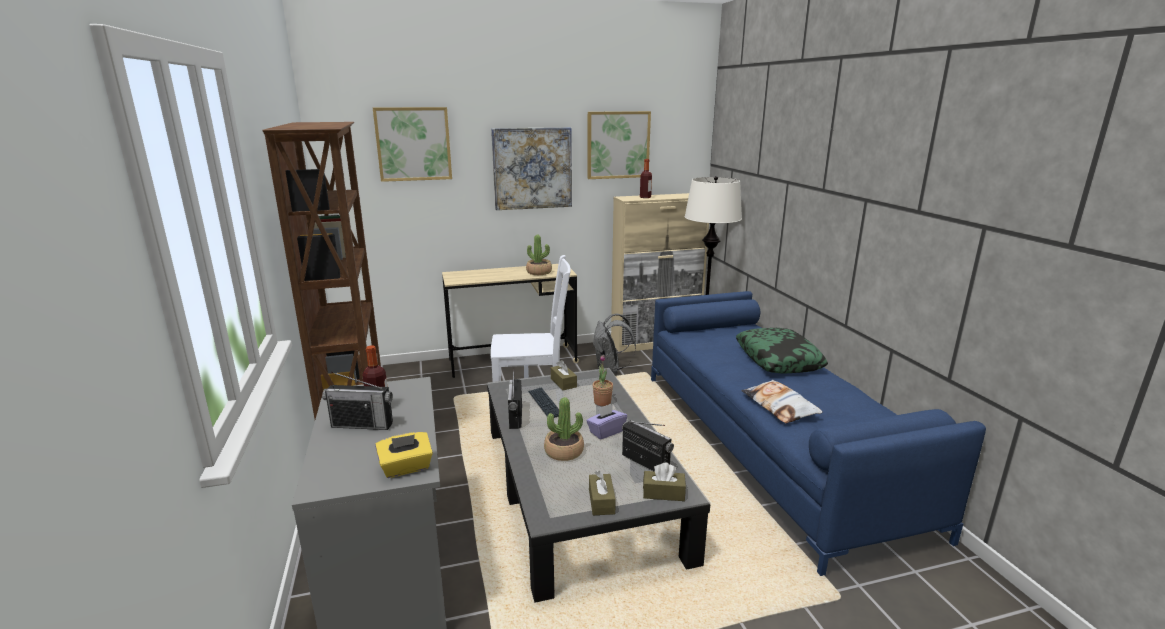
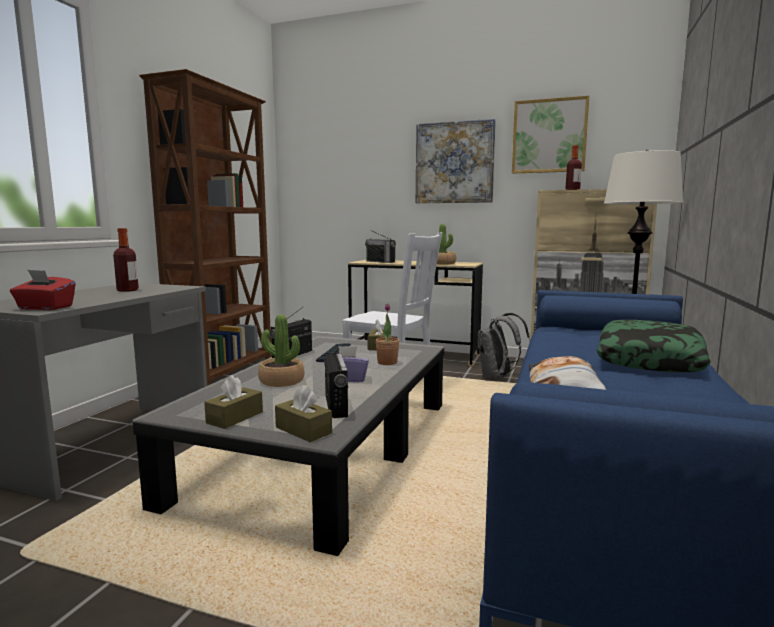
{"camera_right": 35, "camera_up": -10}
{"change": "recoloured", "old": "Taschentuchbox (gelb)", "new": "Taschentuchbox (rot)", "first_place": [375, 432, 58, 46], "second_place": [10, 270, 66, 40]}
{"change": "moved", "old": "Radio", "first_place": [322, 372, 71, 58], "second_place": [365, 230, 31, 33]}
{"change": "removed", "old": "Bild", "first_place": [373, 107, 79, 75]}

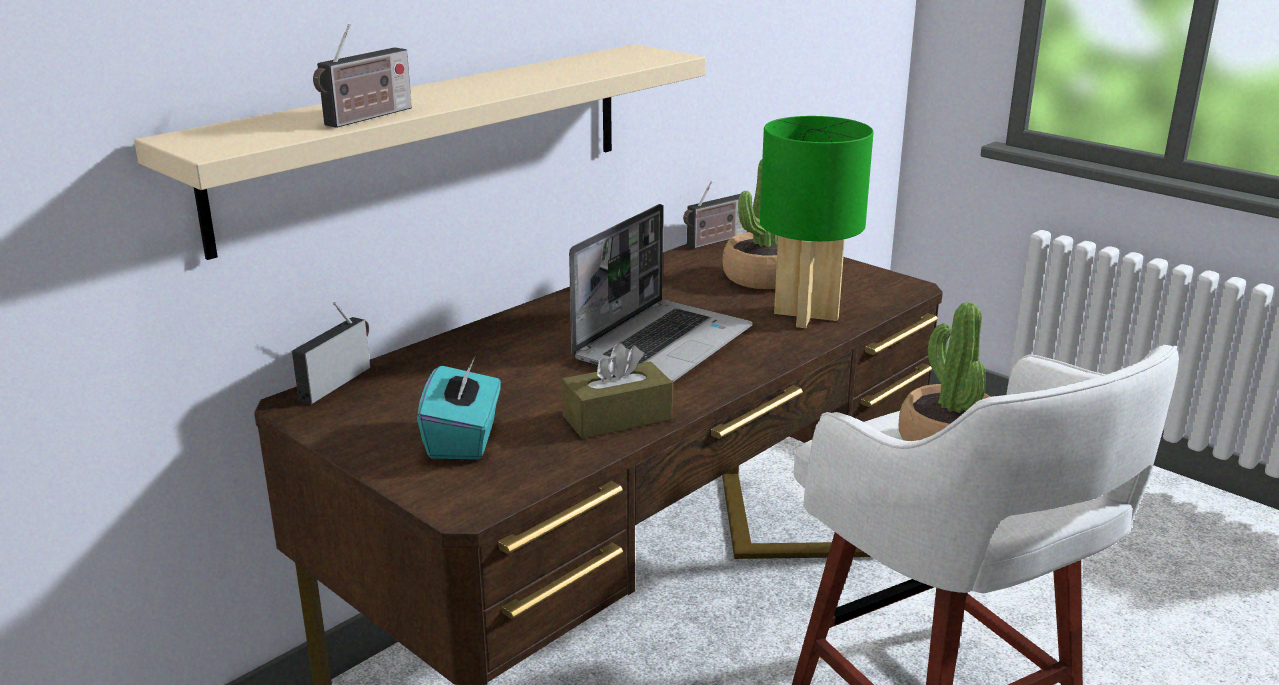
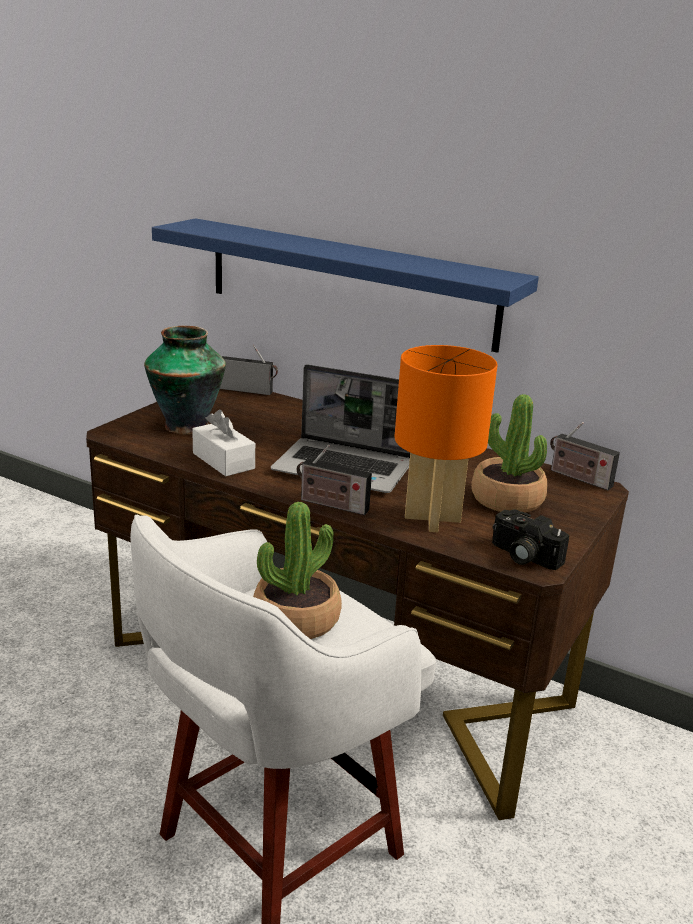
{"camera_right": 75, "camera_up": 0}
{"change": "replaced", "old": "Taschentuchbox (türkis)", "new": "Vase", "first_place": [417, 357, 84, 102], "second_place": [144, 326, 82, 108]}
{"change": "recoloured", "old": "Wandregal (beige)", "new": "Wandregal (blau)", "first_place": [134, 44, 571, 216], "second_place": [152, 218, 387, 135]}
{"change": "recoloured", "old": "Taschentuchbox (braun)", "new": "Taschentuchbox (weiß)", "first_place": [562, 343, 111, 96], "second_place": [192, 410, 63, 66]}
{"change": "moved", "old": "Radio", "first_place": [313, 24, 99, 104], "second_place": [297, 445, 75, 70]}
{"change": "recoloured", "old": "Tischlampe (grün)", "new": "Tischlampe (orange)", "first_place": [760, 116, 114, 212], "second_place": [394, 345, 103, 187]}
{"change": "added", "new": "Kamera", "second_place": [492, 509, 77, 61]}

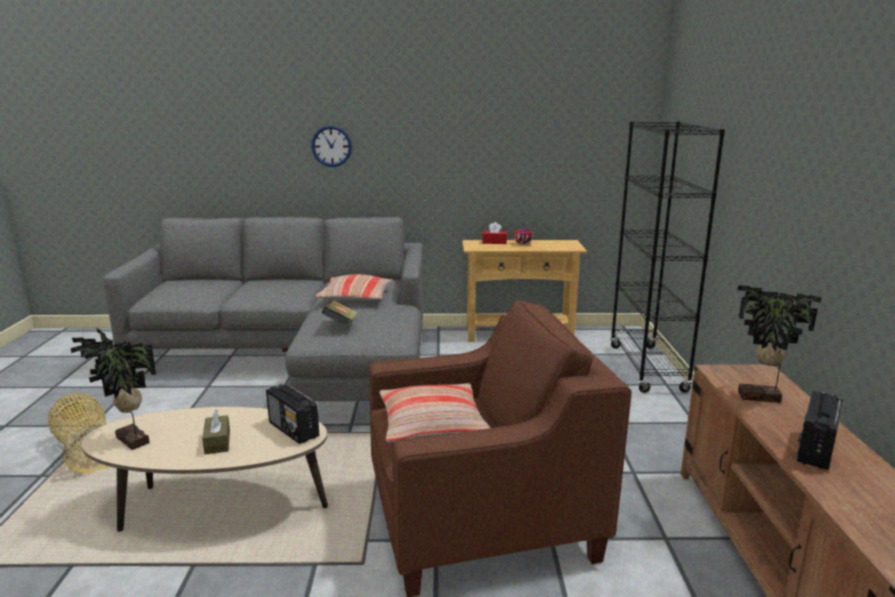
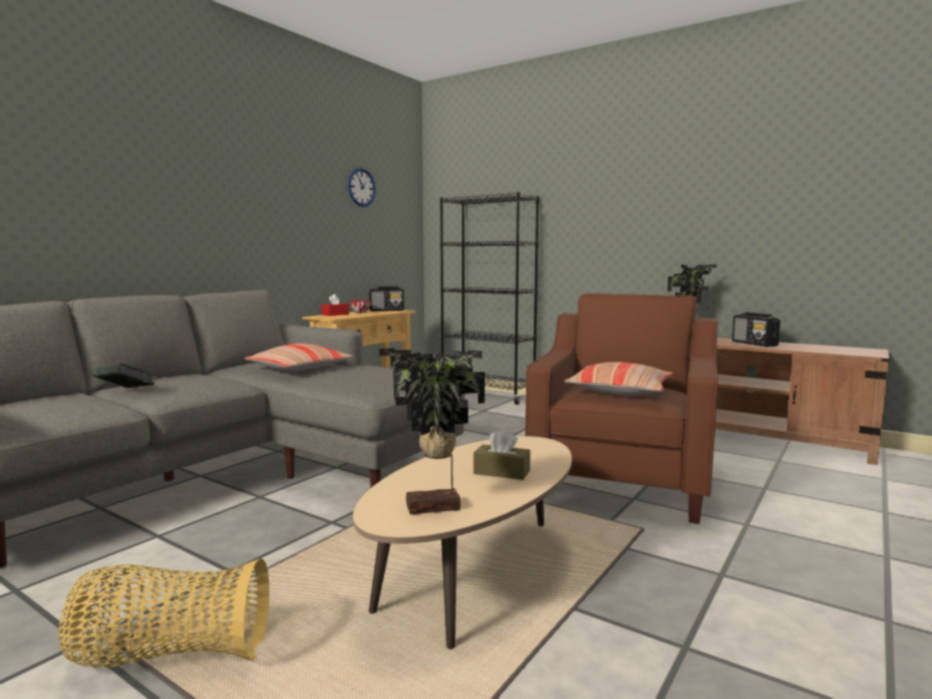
{"camera_right": -55, "camera_up": -10}
{"change": "moved", "old": "Buch", "first_place": [322, 300, 36, 27], "second_place": [92, 363, 66, 25]}
{"change": "moved", "old": "Wanduhr", "first_place": [311, 126, 41, 41], "second_place": [348, 168, 28, 39]}
{"change": "moved", "old": "Radio", "first_place": [266, 384, 53, 60], "second_place": [369, 286, 35, 25]}

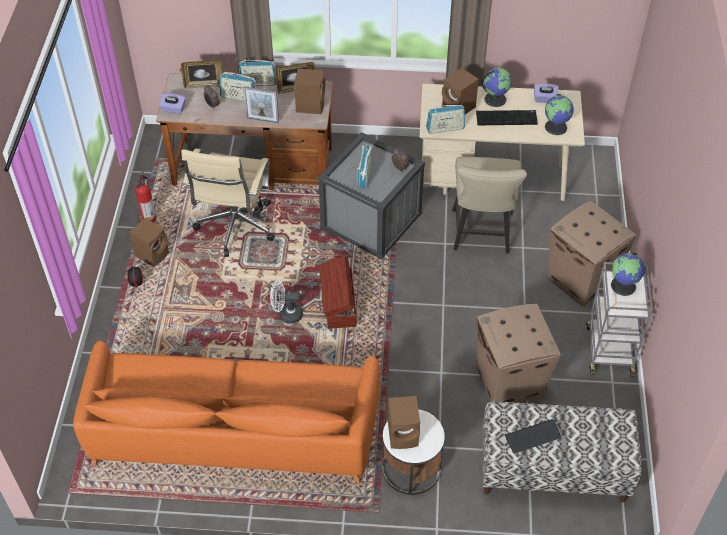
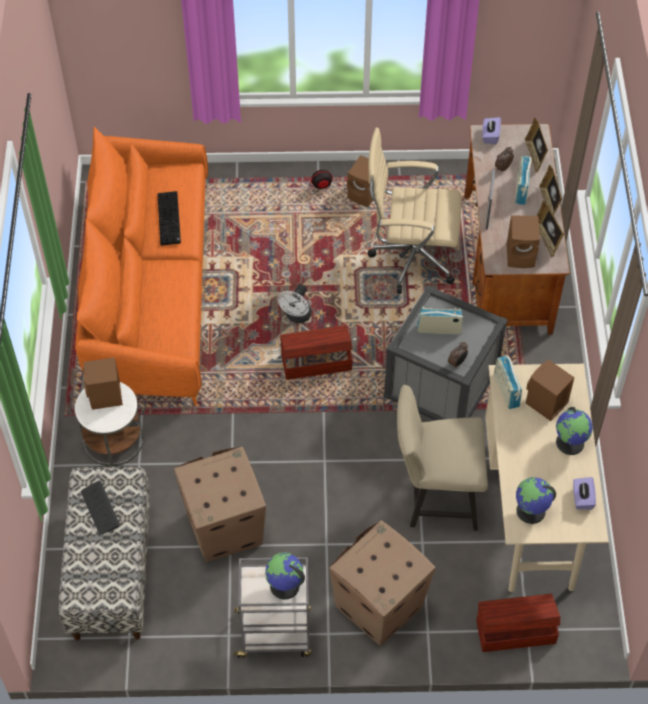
{"camera_right": 85, "camera_up": 5}
{"change": "moved", "old": "Tastatur", "first_place": [476, 110, 62, 15], "second_place": [158, 191, 23, 55]}
{"change": "turned", "old": "Ventilator (weiß)", "first_place": [270, 281, 33, 43], "second_place": [277, 284, 34, 39], "degrees": -150}
{"change": "added", "new": "Aufbewahrungsbox (braun)", "second_place": [476, 594, 84, 58]}
{"change": "replaced", "old": "Radio", "new": "Bilderrahmen", "first_place": [239, 60, 37, 26], "second_place": [539, 165, 23, 50]}
{"change": "removed", "old": "Feuerlöscher", "first_place": [135, 172, 21, 51]}

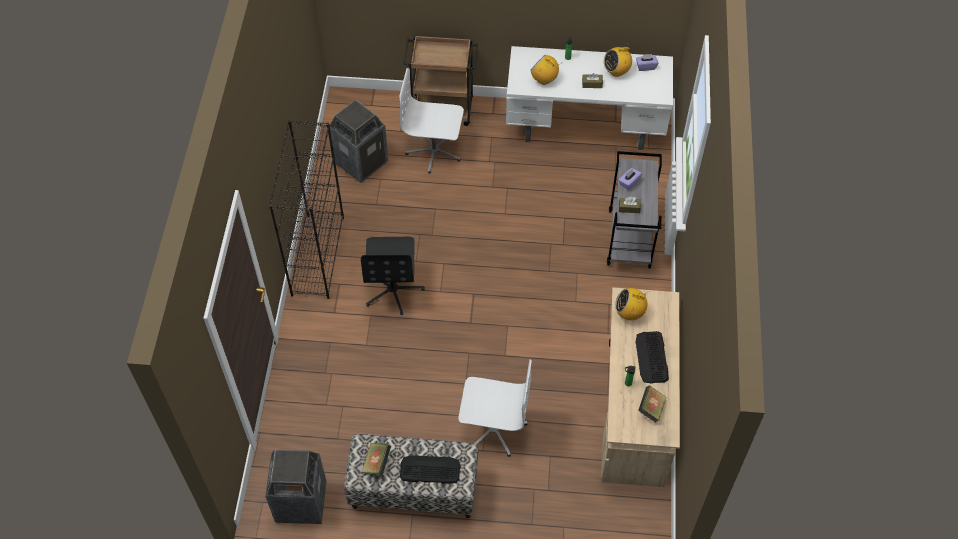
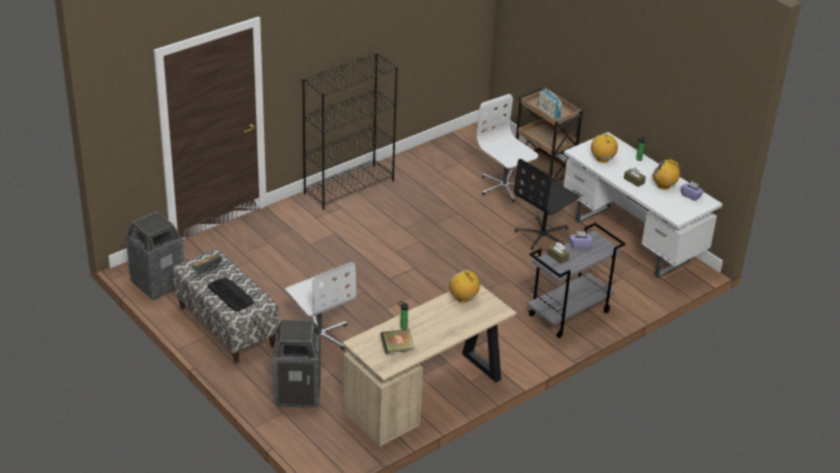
{"camera_right": 45, "camera_up": -20}
{"change": "moved", "old": "Mülleimer", "first_place": [330, 100, 58, 83], "second_place": [273, 320, 48, 88]}
{"change": "moved", "old": "Bürostuhl (schwarz)", "first_place": [361, 237, 64, 78], "second_place": [514, 159, 66, 91]}
{"change": "added", "new": "Radio", "second_place": [537, 88, 25, 31]}
{"change": "removed", "old": "Tastatur", "first_place": [635, 331, 34, 53]}

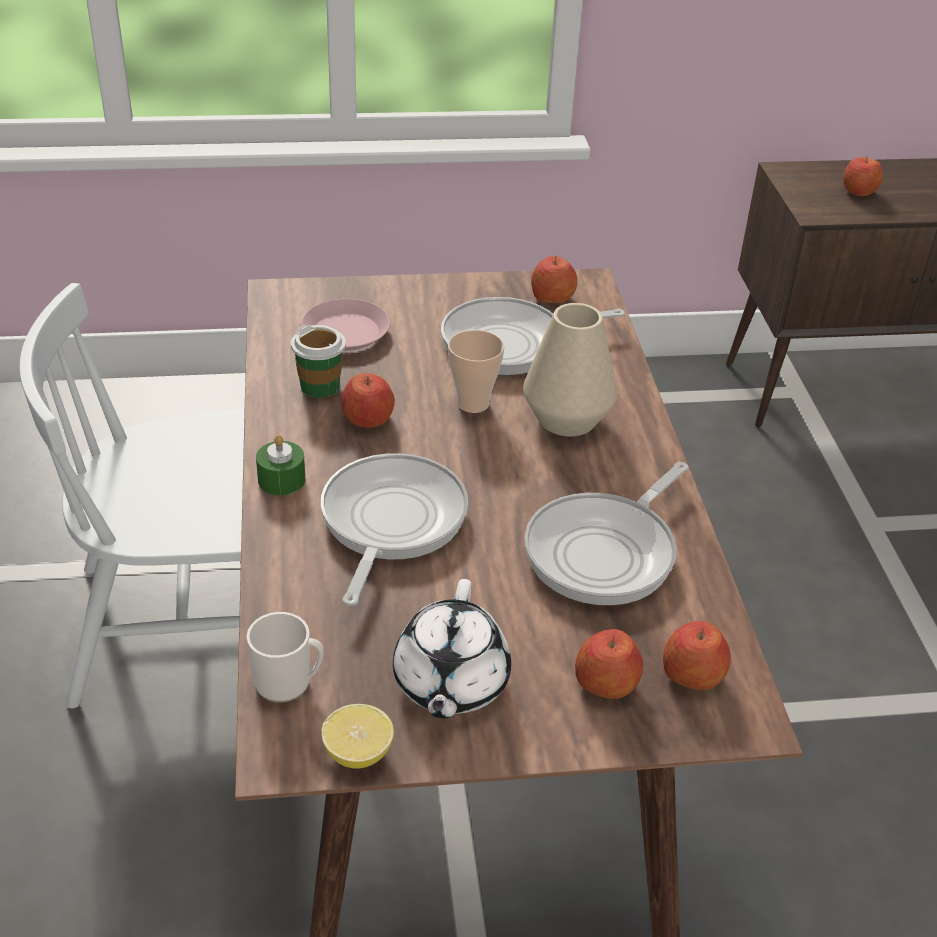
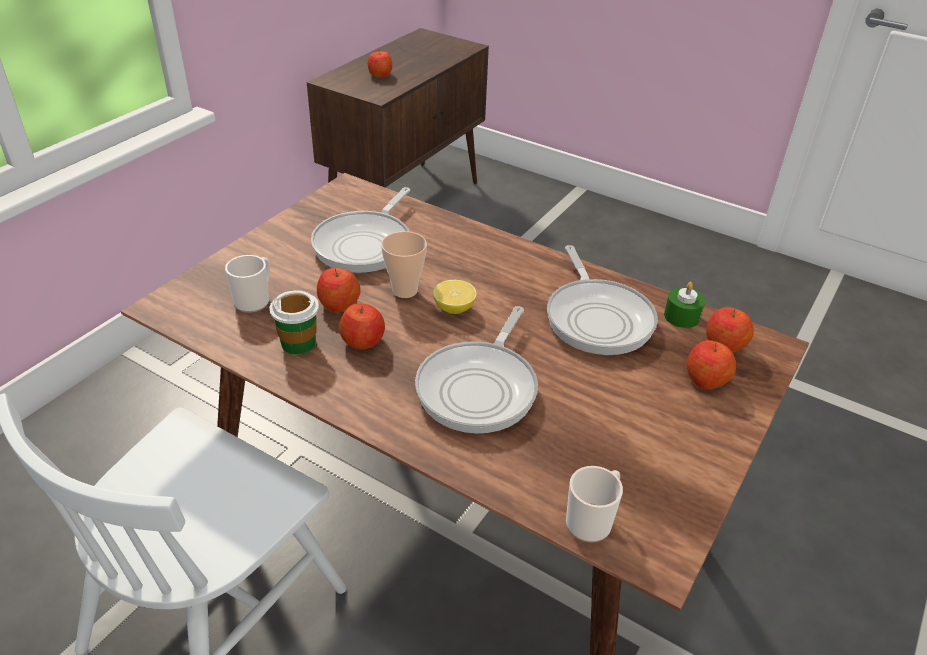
{"camera_right": -50, "camera_up": 0}
{"change": "replaced", "old": "Teller (rosa)", "new": "Henkelbecher", "first_place": [301, 299, 89, 52], "second_place": [225, 255, 45, 58]}
{"change": "moved", "old": "Apfel", "first_place": [531, 256, 46, 47], "second_place": [317, 268, 44, 45]}
{"change": "turned", "old": "Pfanne", "first_place": [321, 453, 147, 153], "second_place": [415, 306, 123, 127], "degrees": -120}
{"change": "moved", "old": "Zitrone", "first_place": [321, 704, 73, 65], "second_place": [433, 280, 44, 34]}
{"change": "moved", "old": "Kerze (grün)", "first_place": [256, 435, 50, 60], "second_place": [664, 282, 41, 46]}
{"change": "removed", "old": "Teekanne (weiß)", "first_place": [393, 579, 118, 139]}
{"change": "removed", "old": "Vase (beige)", "first_place": [523, 303, 94, 133]}

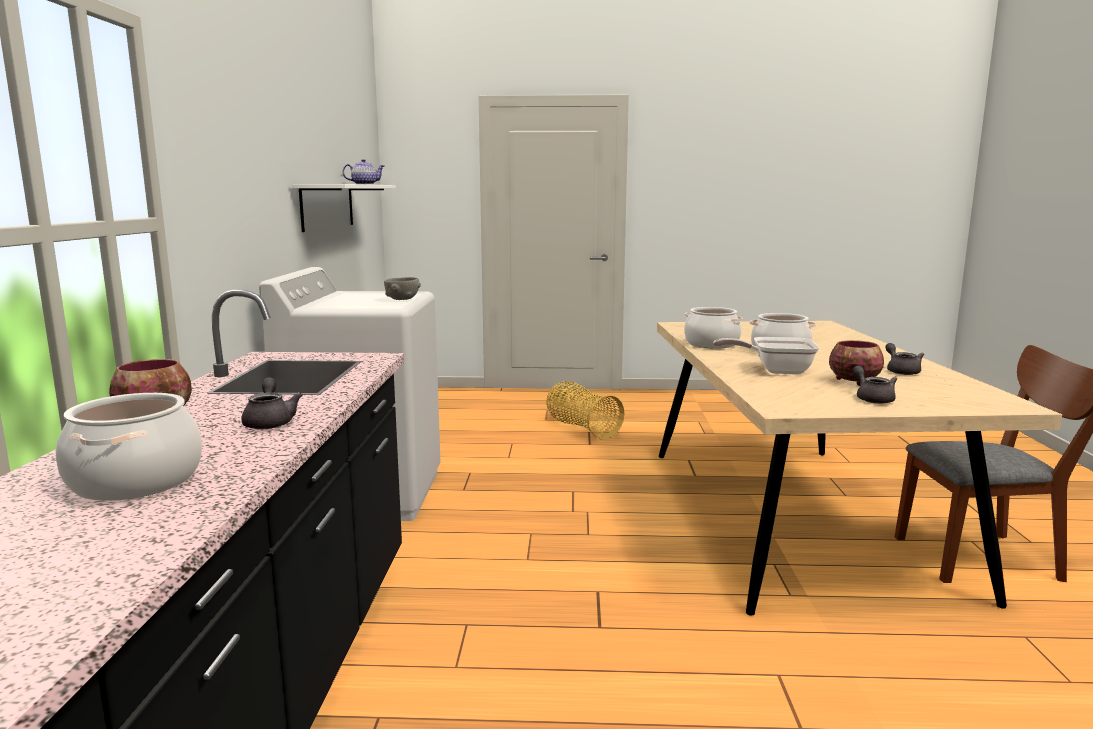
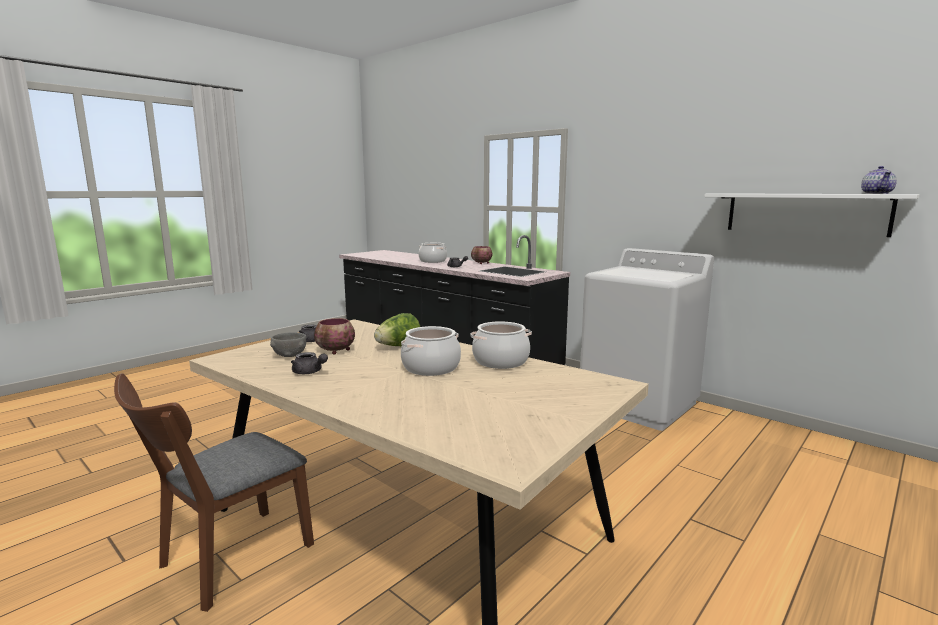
{"camera_right": 130, "camera_up": 0}
{"change": "moved", "old": "Schüssel (grau)", "first_place": [384, 277, 37, 23], "second_place": [270, 332, 36, 25]}
{"change": "replaced", "old": "Pfanne", "new": "Salatkopf", "first_place": [713, 337, 106, 37], "second_place": [374, 313, 46, 33]}
{"change": "removed", "old": "Korb", "first_place": [546, 381, 78, 58]}

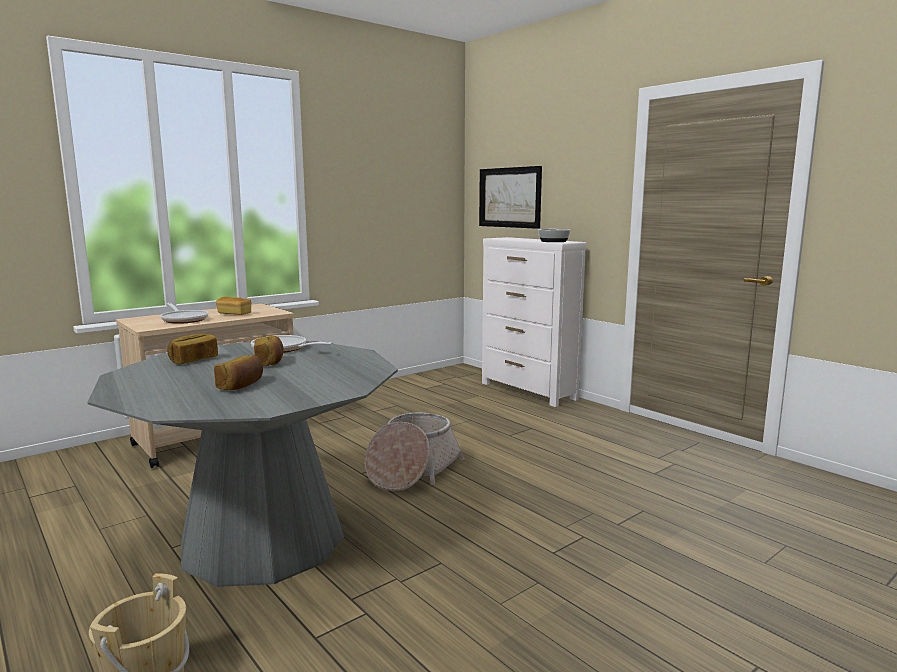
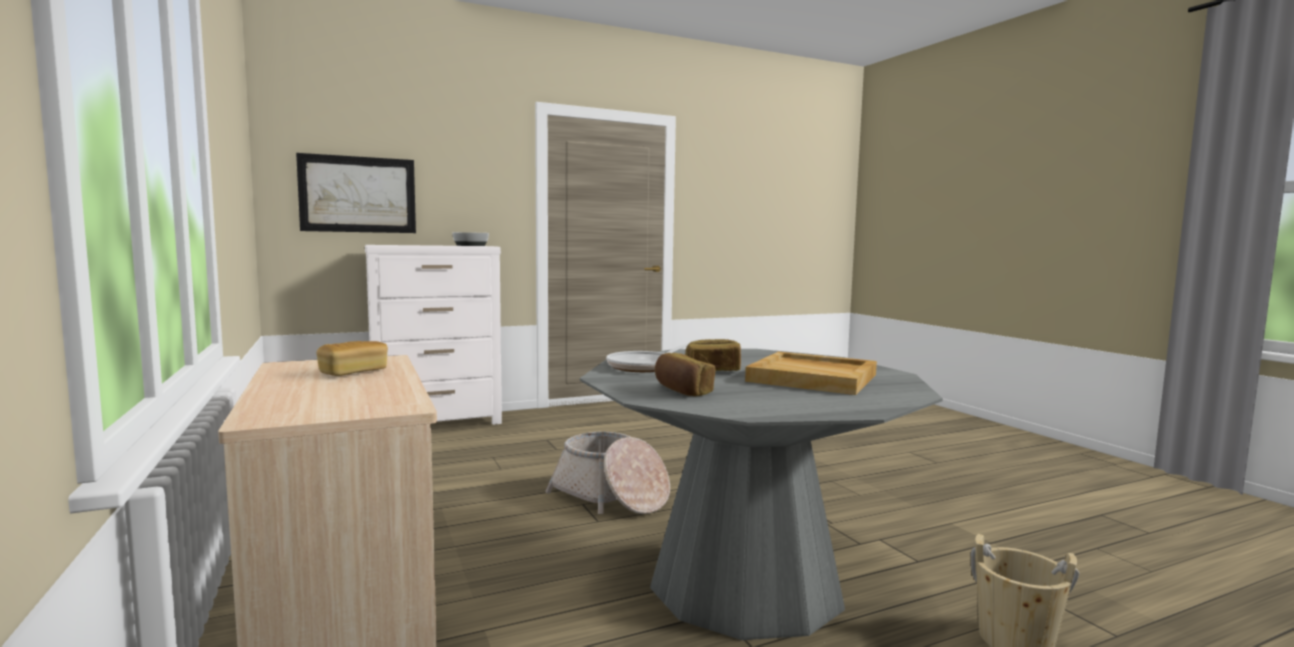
{"camera_right": -75, "camera_up": -5}
{"change": "replaced", "old": "Brot", "new": "Tablett (beige)", "first_place": [214, 355, 49, 35], "second_place": [745, 352, 132, 43]}
{"change": "removed", "old": "Pfanne", "first_place": [161, 303, 47, 21]}

